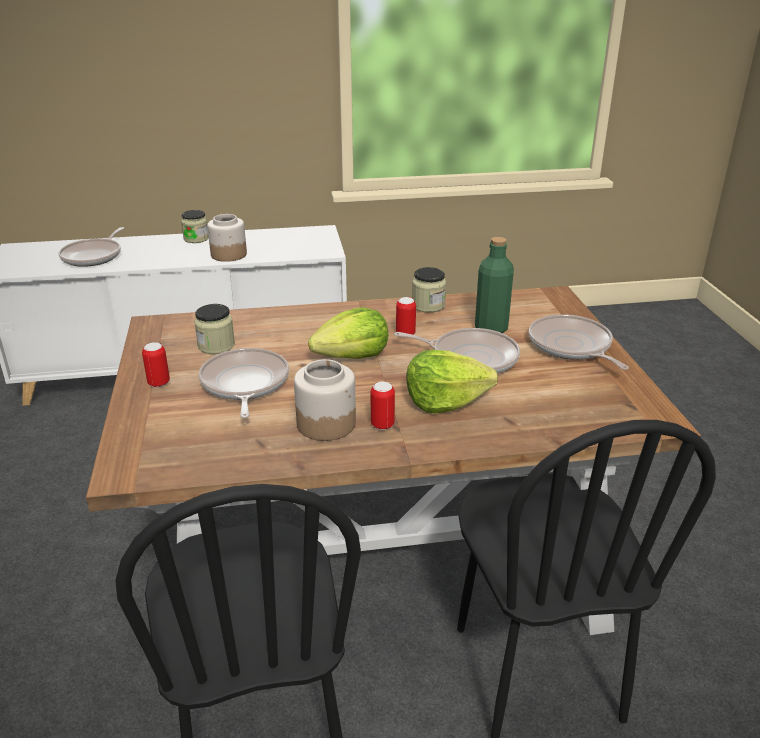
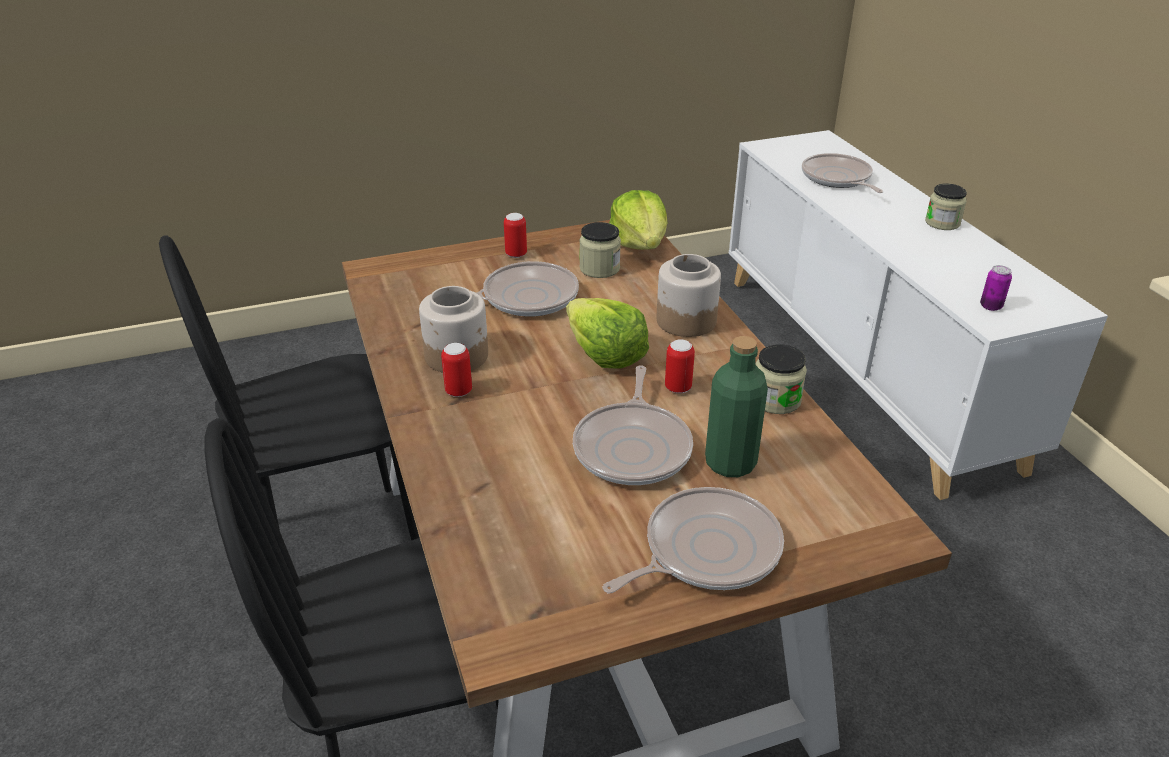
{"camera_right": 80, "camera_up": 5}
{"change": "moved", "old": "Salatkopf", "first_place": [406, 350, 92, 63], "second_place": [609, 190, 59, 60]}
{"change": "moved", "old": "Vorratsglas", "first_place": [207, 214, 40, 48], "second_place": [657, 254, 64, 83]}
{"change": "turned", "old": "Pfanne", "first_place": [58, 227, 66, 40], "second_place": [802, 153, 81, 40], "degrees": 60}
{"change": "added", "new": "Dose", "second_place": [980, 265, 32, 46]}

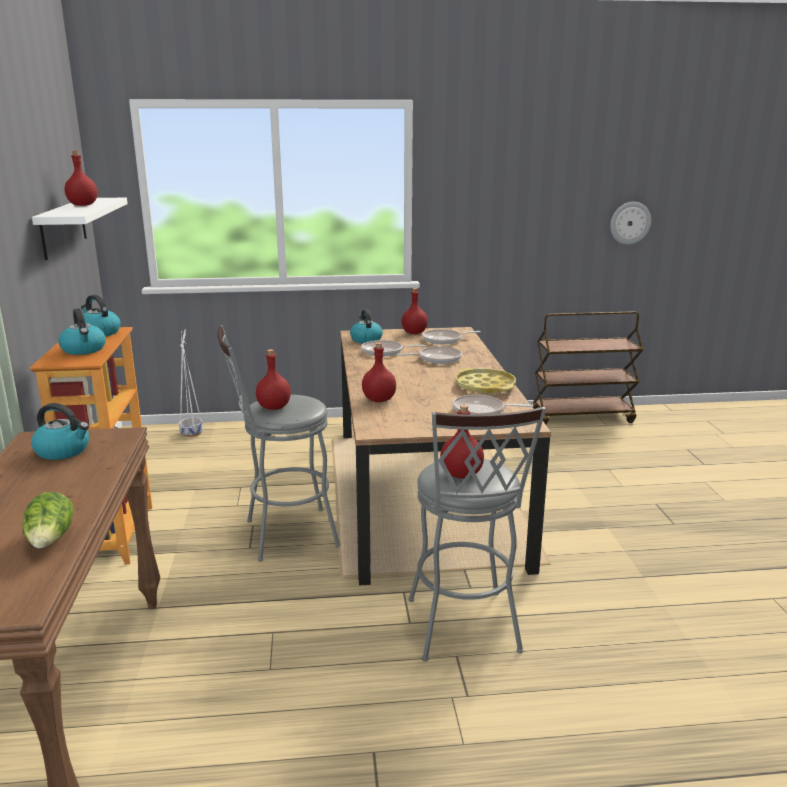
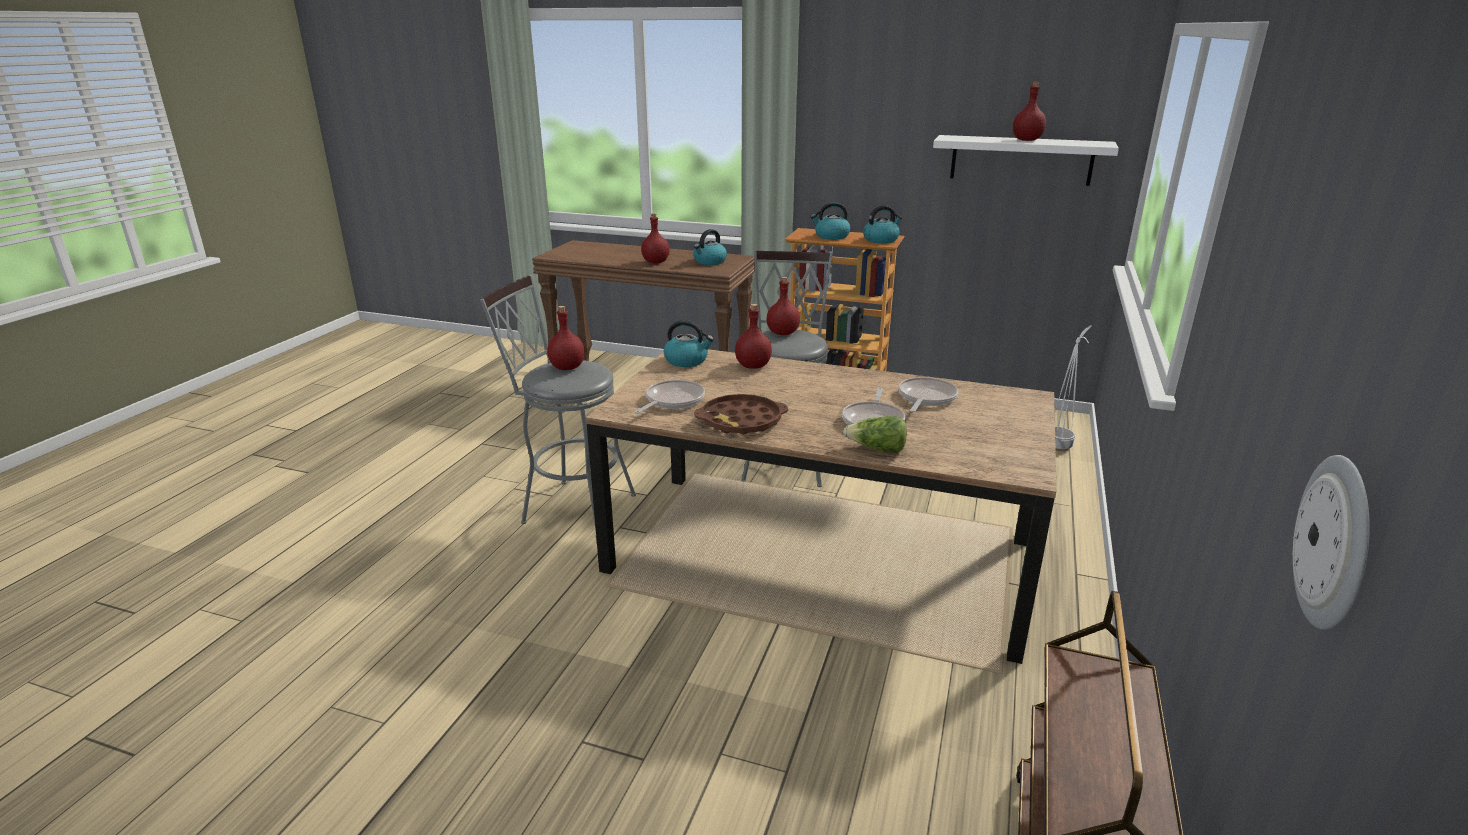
{"camera_right": 115, "camera_up": 5}
{"change": "moved", "old": "Flasche (rot)", "first_place": [402, 288, 26, 46], "second_place": [641, 213, 29, 50]}
{"change": "moved", "old": "Wasserkessel", "first_place": [350, 309, 33, 34], "second_place": [663, 320, 51, 47]}
{"change": "recoloured", "old": "Tablett (gelb)", "new": "Tablett (braun)", "first_place": [456, 368, 60, 27], "second_place": [694, 394, 94, 41]}
{"change": "moved", "old": "Salatkopf", "first_place": [22, 492, 52, 56], "second_place": [843, 416, 64, 37]}
{"change": "removed", "old": "Pfanne", "first_place": [422, 329, 59, 15]}

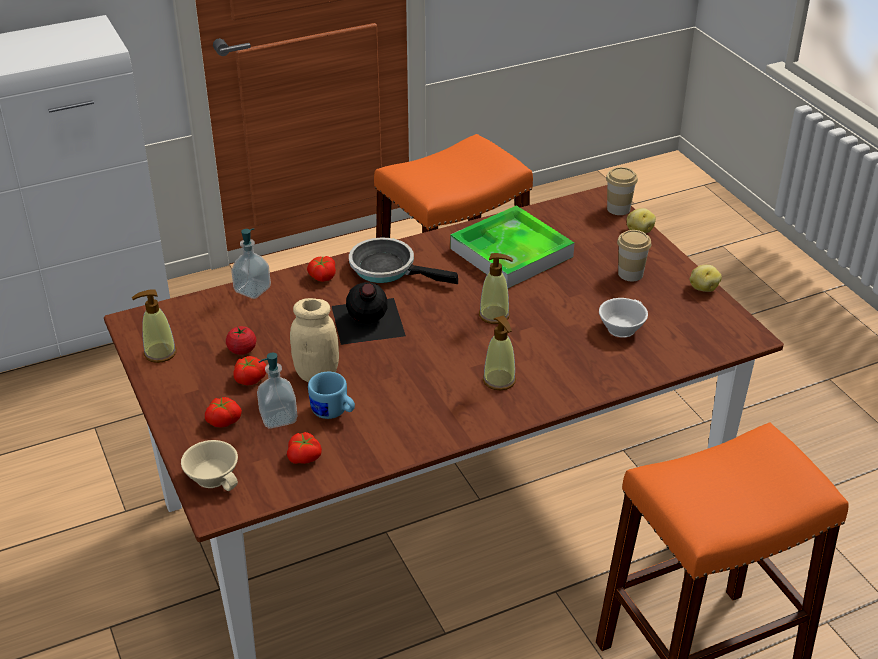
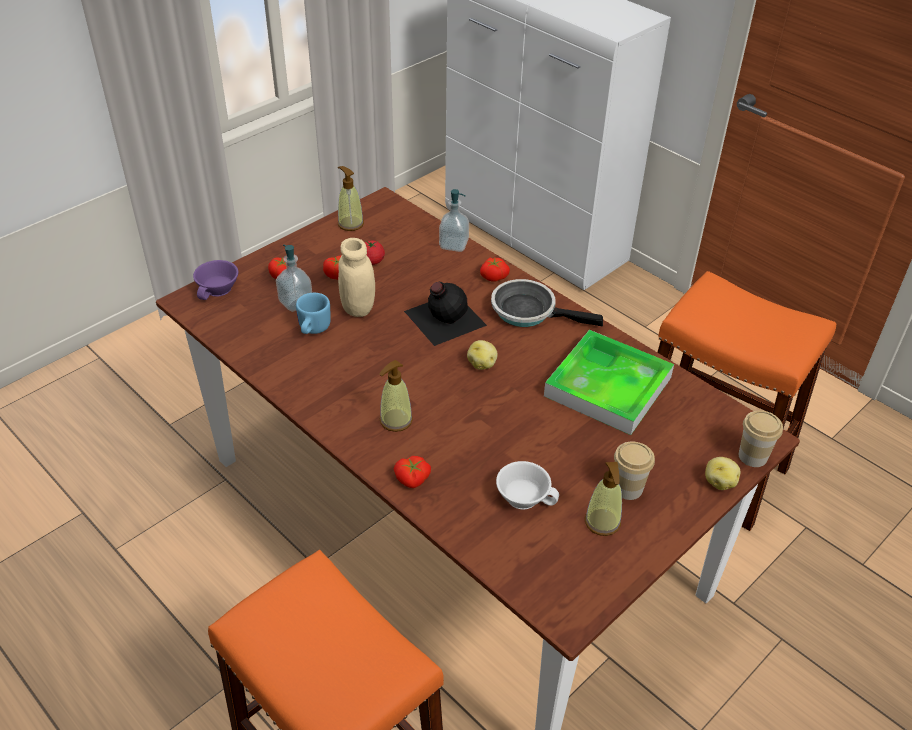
{"camera_right": 70, "camera_up": 5}
{"change": "recoloured", "old": "Tasse (beige)", "new": "Tasse (lila)", "first_place": [181, 440, 57, 51], "second_place": [193, 260, 45, 40]}
{"change": "moved", "old": "Tomate", "first_place": [287, 432, 35, 32], "second_place": [394, 456, 37, 32]}
{"change": "moved", "old": "Kartoffel", "first_place": [690, 265, 32, 27], "second_place": [467, 340, 31, 30]}
{"change": "turned", "old": "Pfanne", "first_place": [349, 238, 109, 46], "second_place": [491, 279, 112, 48], "degrees": -75}
{"change": "moved", "old": "Seifenspender", "first_place": [479, 253, 34, 71], "second_place": [585, 462, 37, 74]}

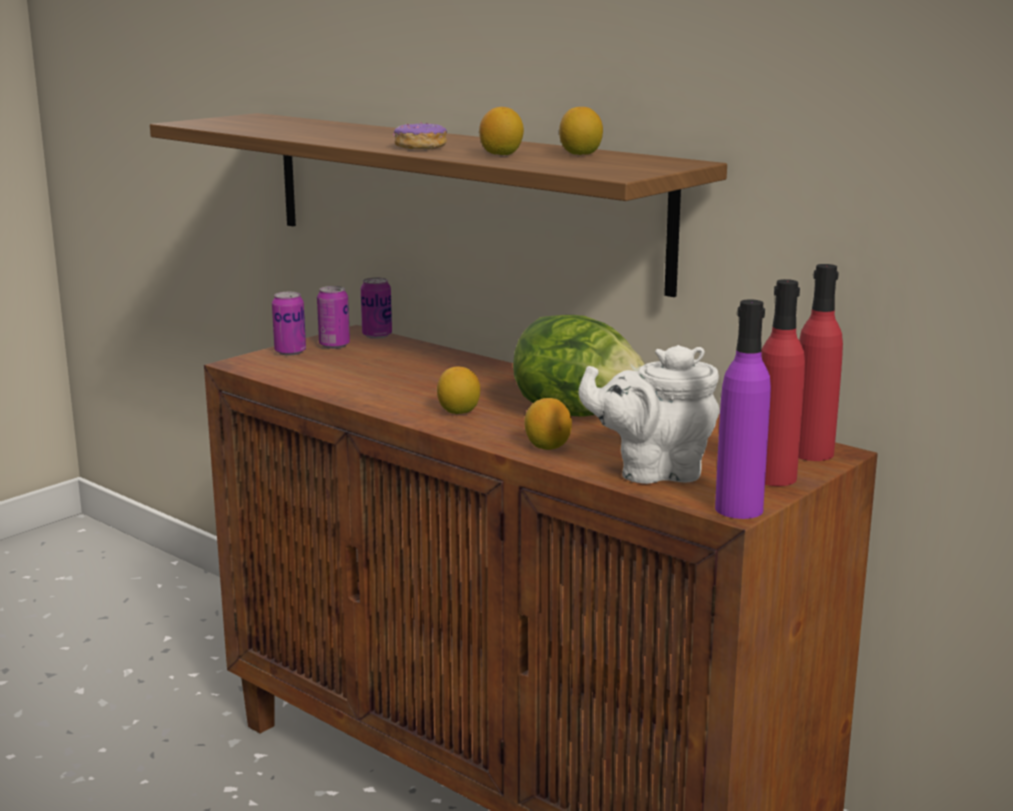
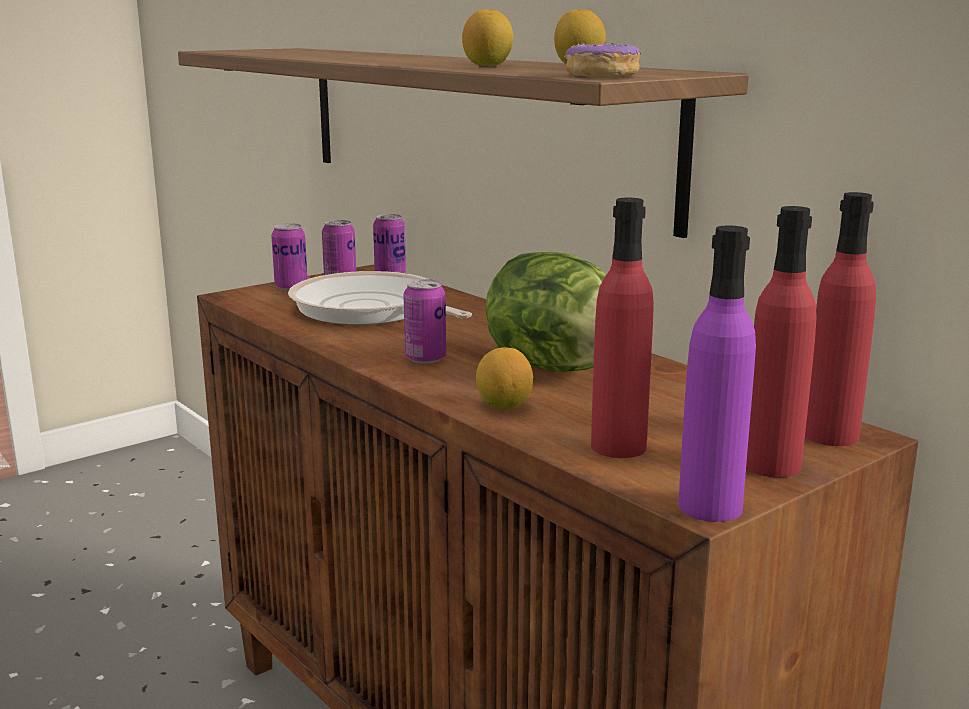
{"camera_right": 10, "camera_up": 0}
{"change": "added", "new": "Pfanne", "second_place": [288, 271, 184, 54]}
{"change": "replaced", "old": "Zitrone", "new": "Dose", "first_place": [437, 366, 43, 48], "second_place": [404, 279, 42, 85]}
{"change": "moved", "old": "Donut", "first_place": [393, 122, 54, 27], "second_place": [564, 42, 77, 35]}
{"change": "replaced", "old": "Teekanne (weiß)", "new": "Flasche (rot)", "first_place": [578, 345, 141, 139], "second_place": [591, 197, 63, 261]}

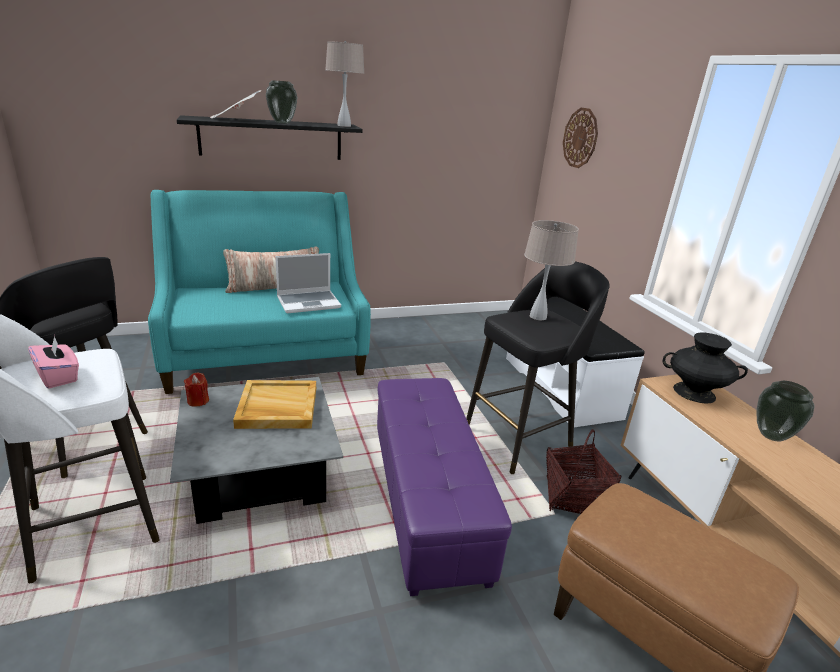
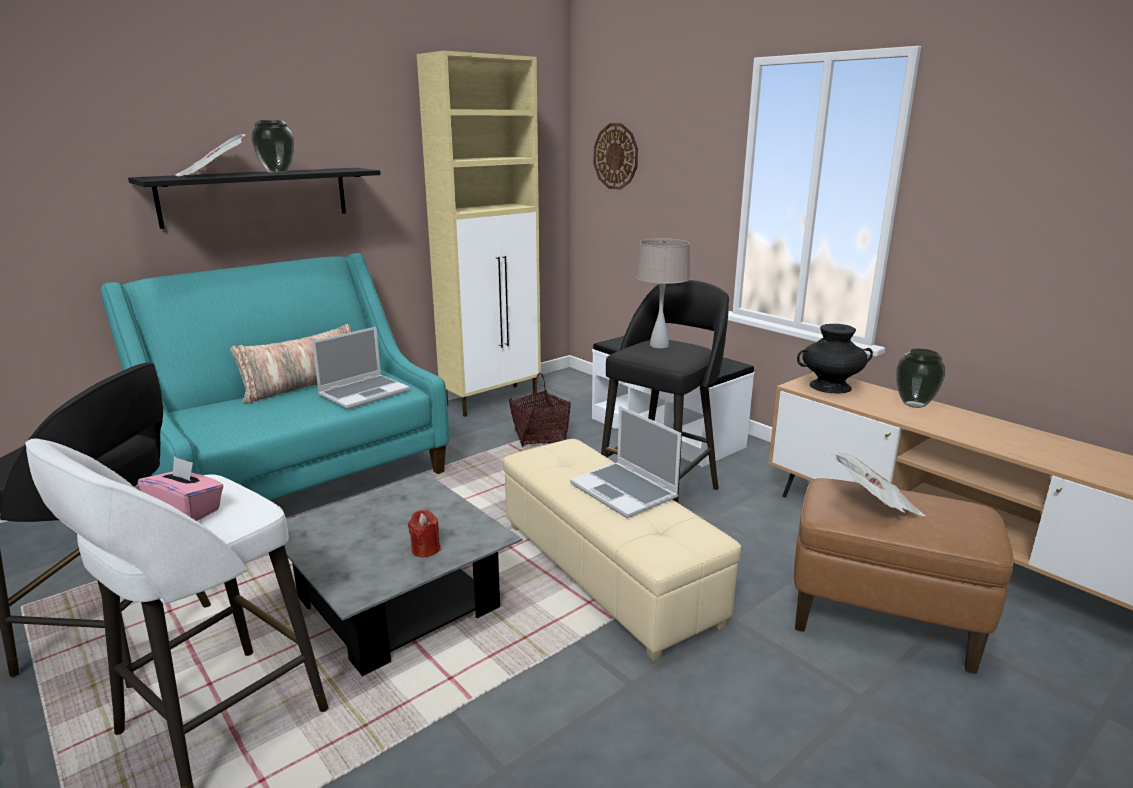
{"camera_right": -20, "camera_up": -5}
{"change": "moved", "old": "Kerze (rot)", "first_place": [184, 372, 25, 35], "second_place": [408, 510, 32, 48]}
{"change": "added", "new": "Schrank (beige)", "second_place": [417, 51, 124, 366]}
{"change": "recoloured", "old": "Polsterhocker (lila)", "new": "Polsterhocker (beige)", "first_place": [377, 378, 135, 218], "second_place": [503, 439, 238, 223]}
{"change": "moved", "old": "Korb", "first_place": [546, 429, 75, 85], "second_place": [509, 373, 62, 74]}
{"change": "added", "new": "Laptop", "second_place": [570, 406, 111, 112]}
{"change": "added", "new": "Zeitung", "second_place": [831, 453, 95, 63]}
{"change": "removed", "old": "Tablett (beige)", "first_place": [233, 380, 83, 49]}
{"change": "removed", "old": "Tischlampe (beige)", "first_place": [325, 41, 40, 86]}

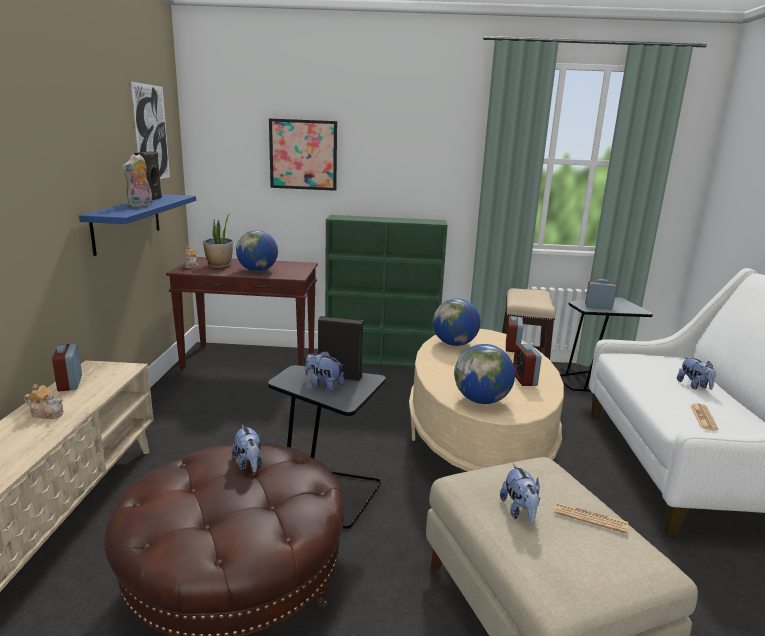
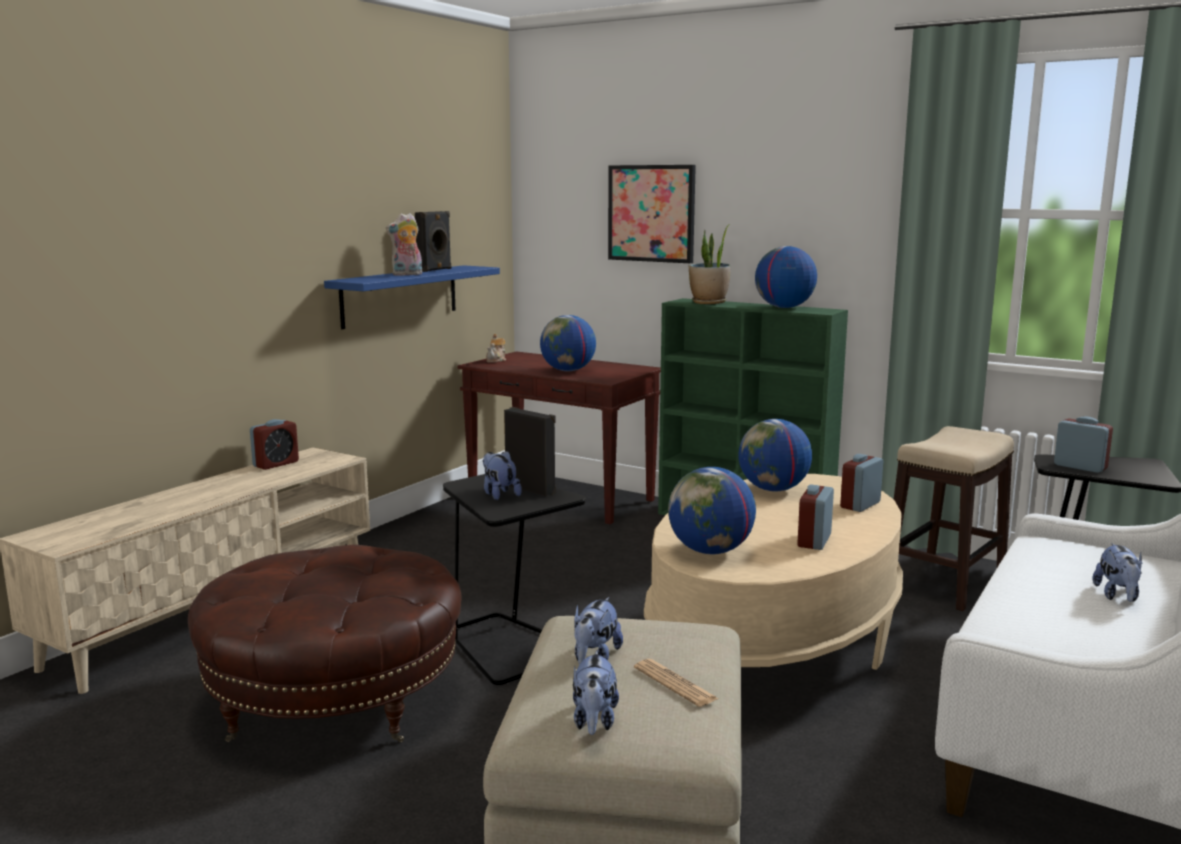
{"camera_right": 30, "camera_up": -5}
{"change": "turned", "old": "Wecker", "first_place": [52, 343, 30, 48], "second_place": [250, 419, 49, 51], "degrees": -150}
{"change": "moved", "old": "Plüschtier", "first_place": [232, 425, 30, 48], "second_place": [573, 651, 46, 84]}
{"change": "moved", "old": "Topfpflanze", "first_place": [203, 213, 30, 55], "second_place": [689, 224, 42, 80]}
{"change": "added", "new": "Globus", "second_place": [755, 246, 62, 62]}
{"change": "removed", "old": "Teekanne", "first_place": [24, 384, 40, 35]}
{"change": "removed", "old": "Bild", "first_place": [131, 82, 39, 97]}
{"change": "removed", "old": "Zeitung", "first_place": [690, 403, 29, 28]}

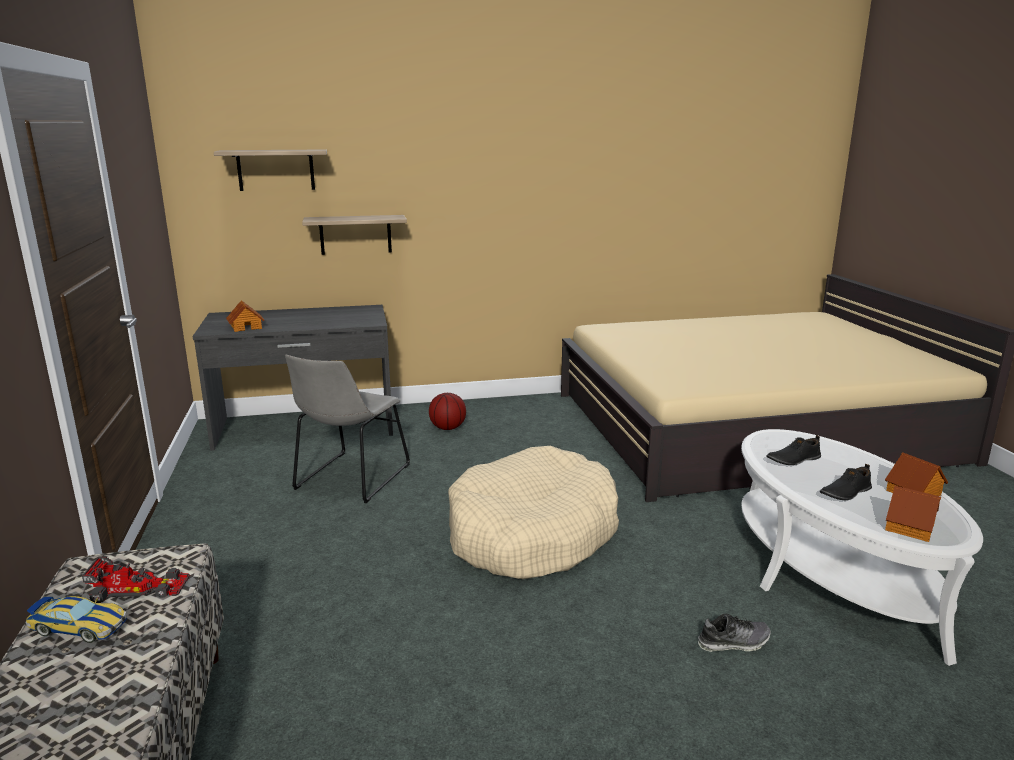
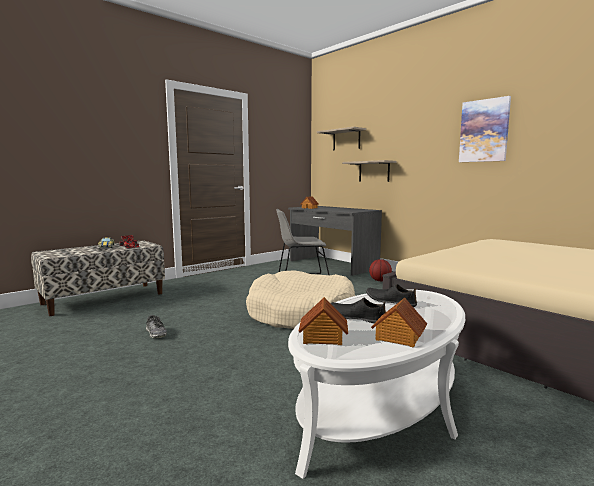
{"camera_right": 60, "camera_up": -10}
{"change": "moved", "old": "Schuh", "first_place": [698, 614, 73, 38], "second_place": [146, 315, 21, 23]}
{"change": "added", "new": "Bild", "second_place": [459, 96, 52, 66]}

